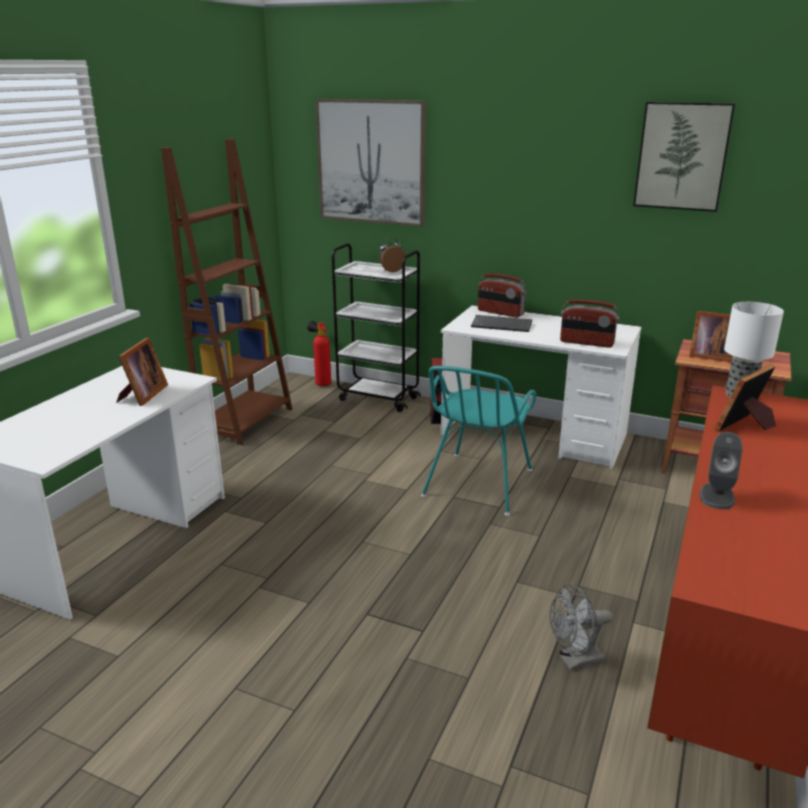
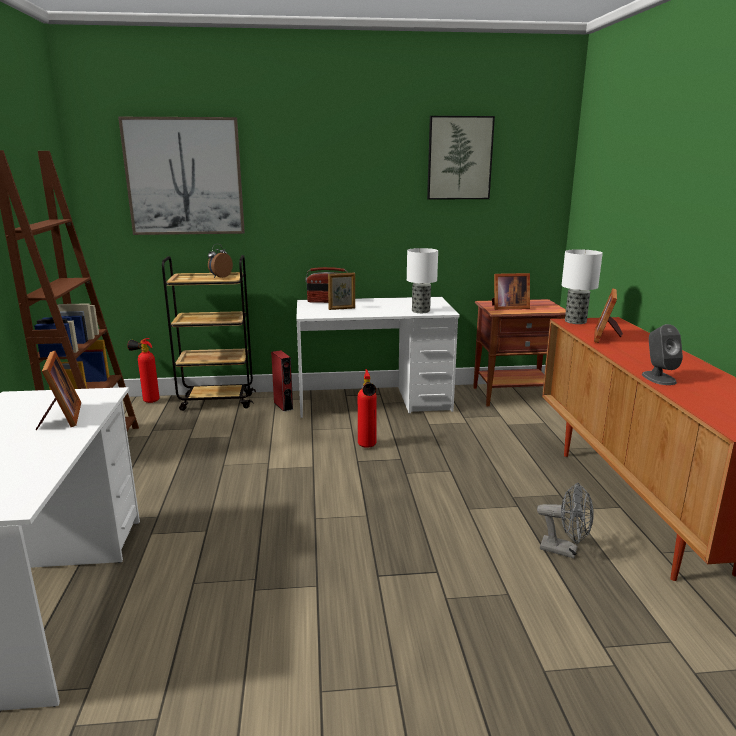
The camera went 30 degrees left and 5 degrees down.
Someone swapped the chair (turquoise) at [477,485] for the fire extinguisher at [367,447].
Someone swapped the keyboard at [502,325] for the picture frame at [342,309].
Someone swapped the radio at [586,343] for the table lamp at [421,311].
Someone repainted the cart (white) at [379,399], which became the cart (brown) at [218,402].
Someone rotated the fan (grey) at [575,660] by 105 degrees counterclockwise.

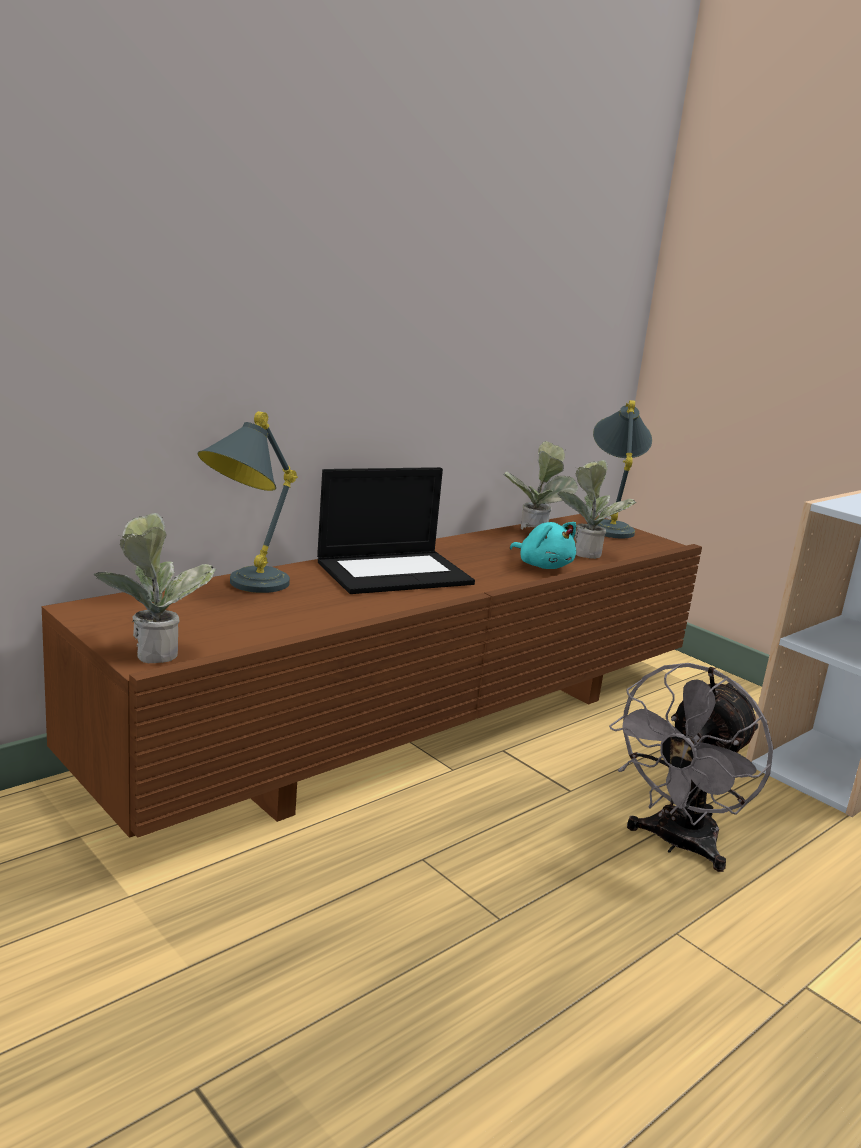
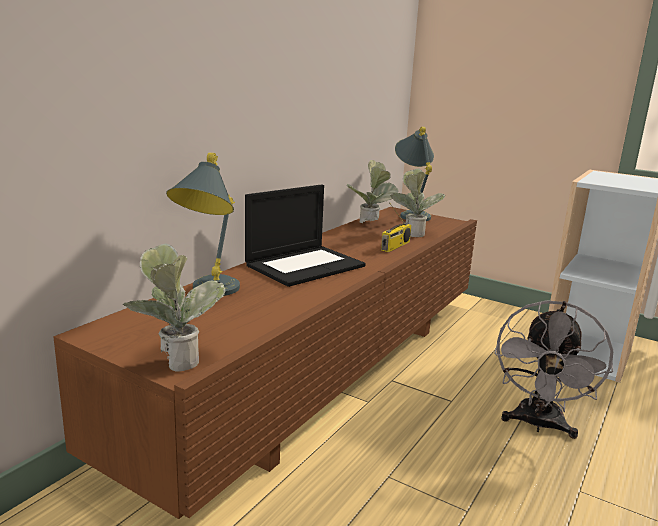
The camera went 15 degrees left and 0 degrees up.
Someone swapped the plush toy (turquoise) at [543,566] for the radio at [395,246].

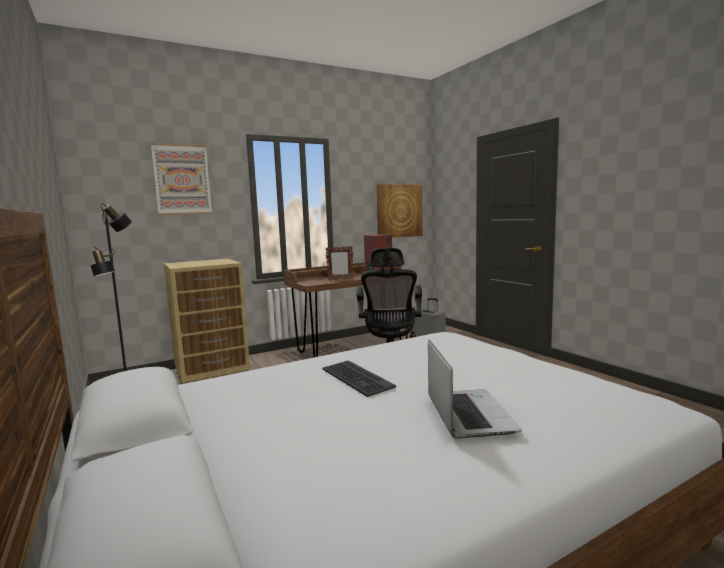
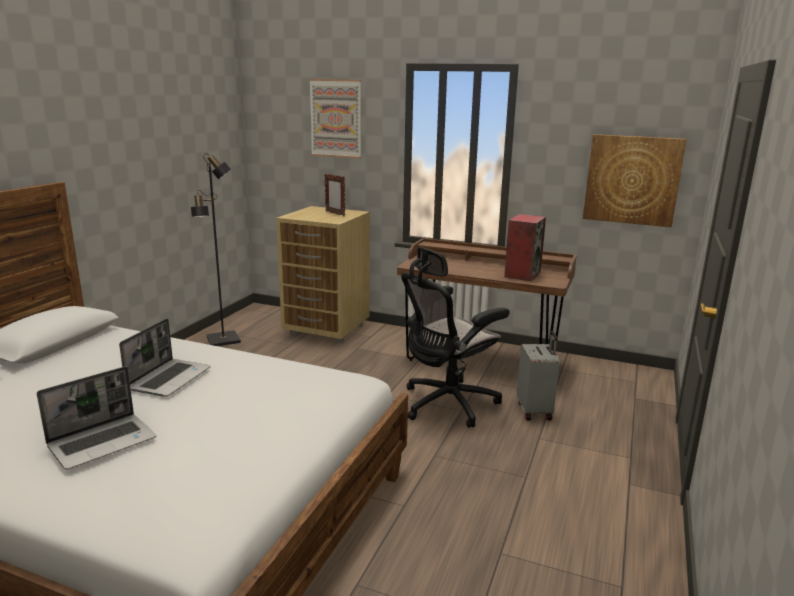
The camera went 50 degrees right and 10 degrees up.
Someone carried the picture frame from [340,279] to [335,214].
Someone swapped the keyboard at [356,378] for the laptop at [169,378].

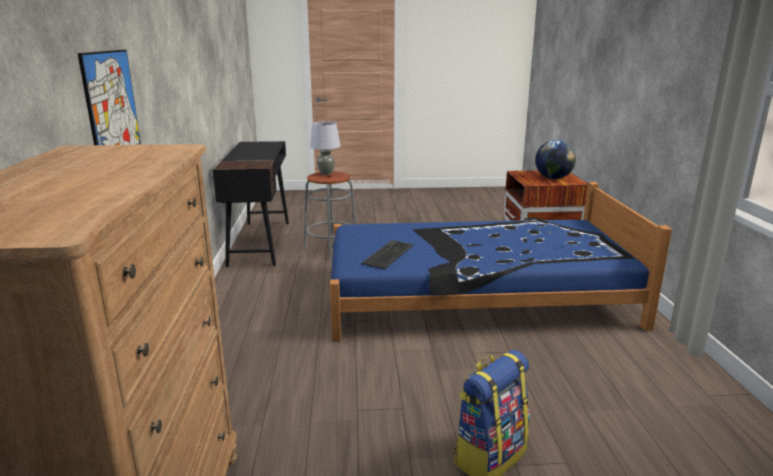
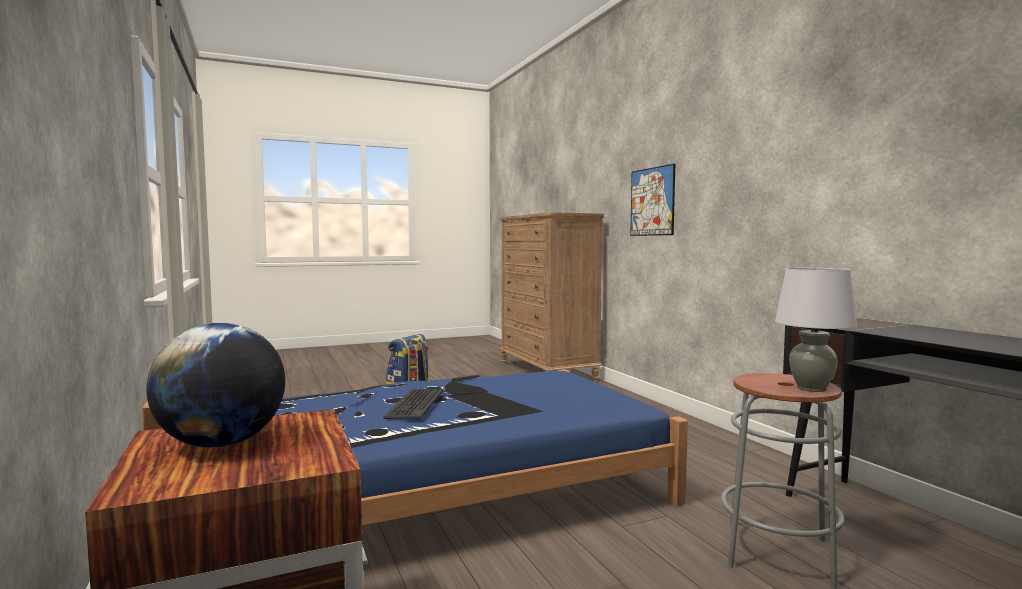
The camera went 160 degrees right and 15 degrees down.
Someone carried the keyboard from [389,255] to [414,404].

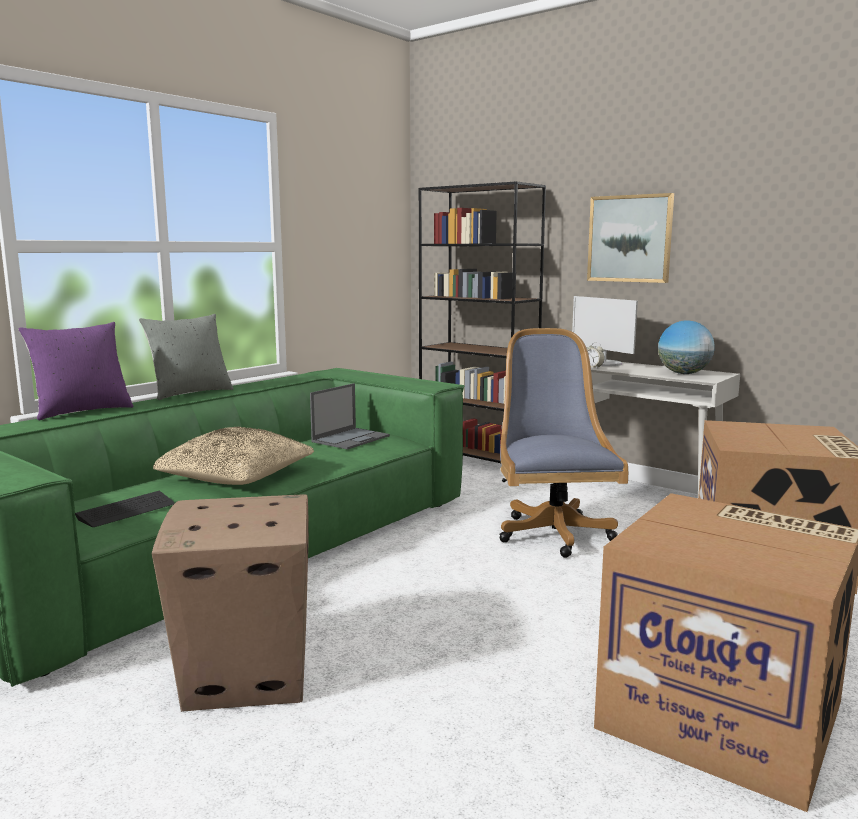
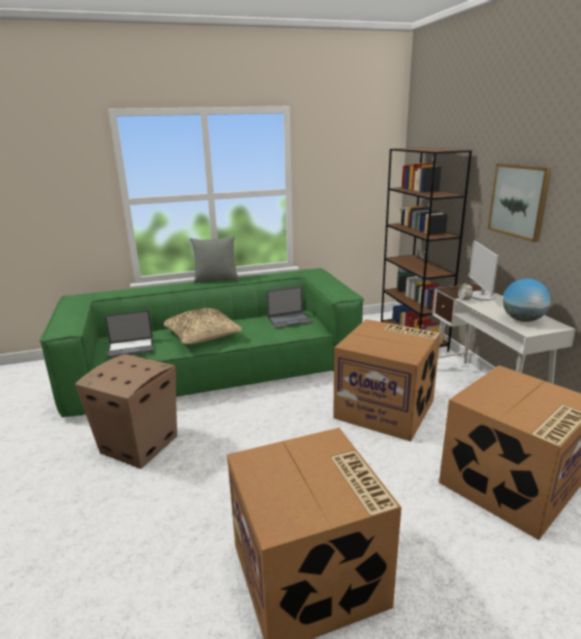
The camera went 35 degrees right and 10 degrees up.
Someone took away the pillow (purple) at [82,411].
Someone swapped the keyboard at [126,511] for the laptop at [131,347].
Someone swapped the office chair (blue) at [552,531] for the cardboard box at [386,409].

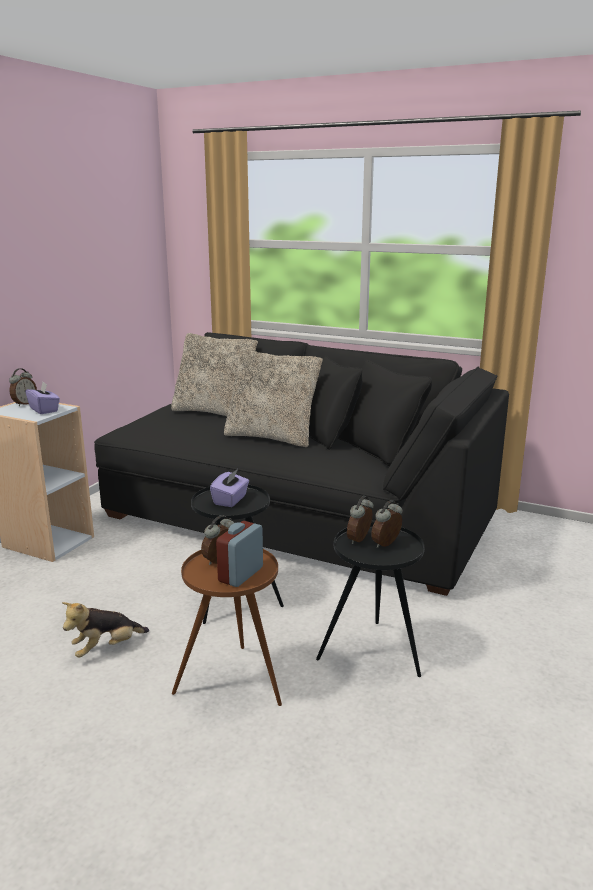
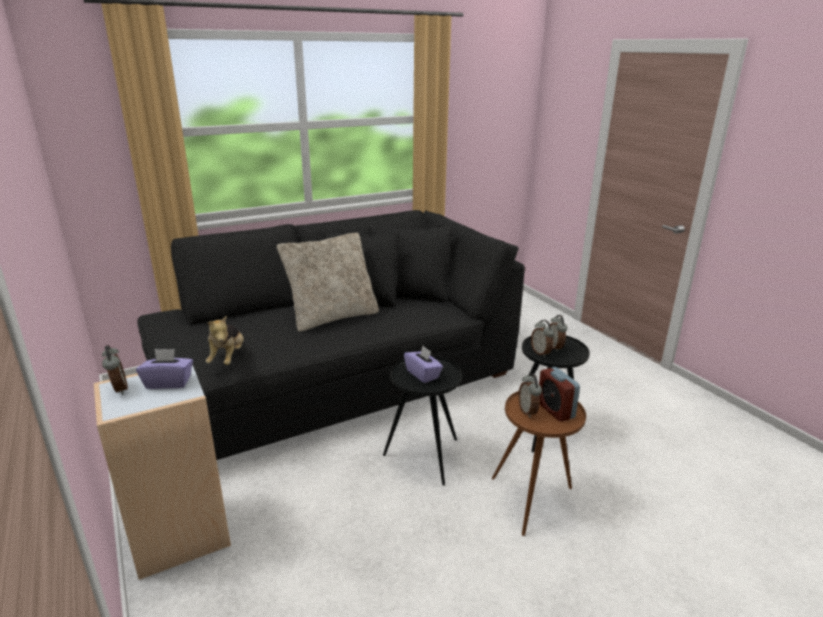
The camera went 55 degrees left and 5 degrees up.
Someone took away the pillow (beige) at [214,410].
Someone carried the plush toy from [106,648] to [228,358].

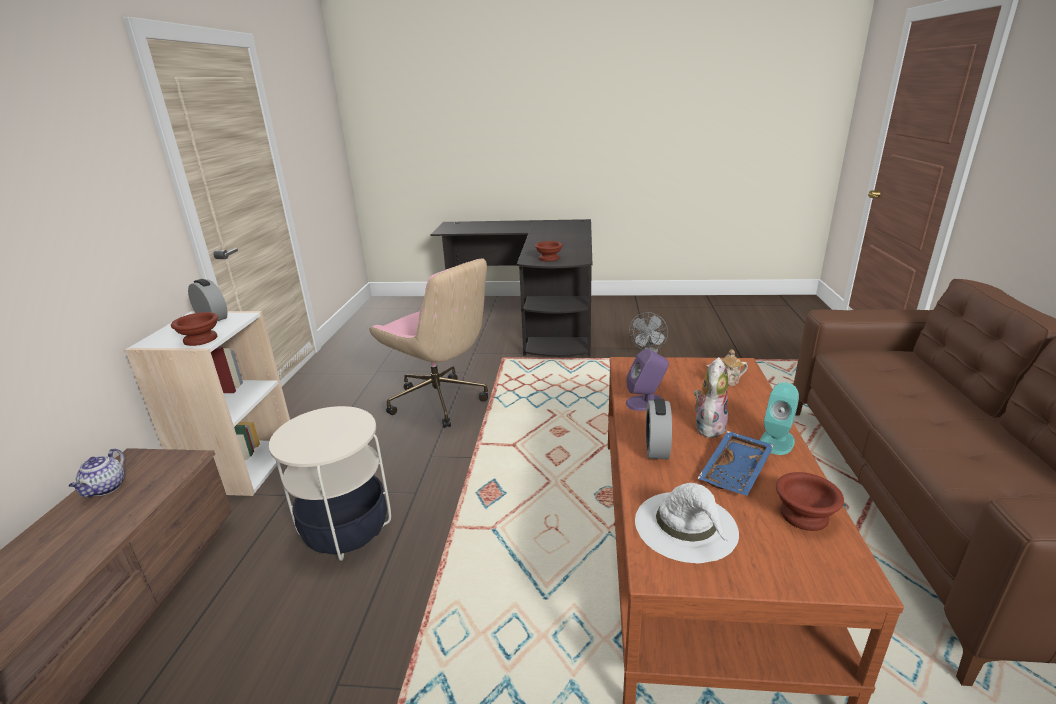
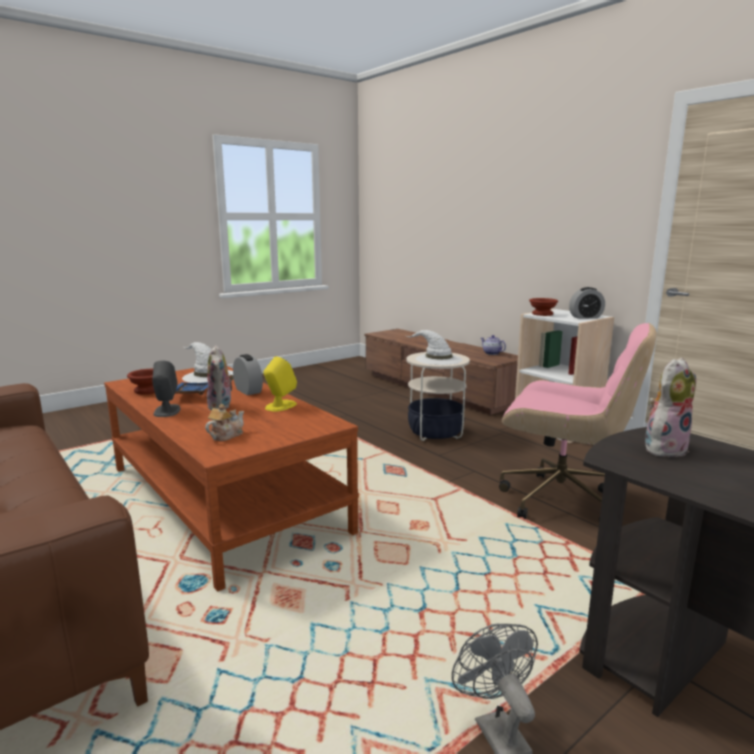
The camera went 135 degrees right and 10 degrees down.
Someone put down the hat (white) at [438,359].
Someone swapped the bowl (brown) at [549,258] for the plush toy at [664,448].
Someone repainted the speaker (purple) at [645,403], which became the speaker (yellow) at [280,406].
Someone repainted the speaker (turquoise) at [777,441], which became the speaker (grey) at [167,411].
Someone rotated the office chair (pink) at [440,404] by 150 degrees counterclockwise.

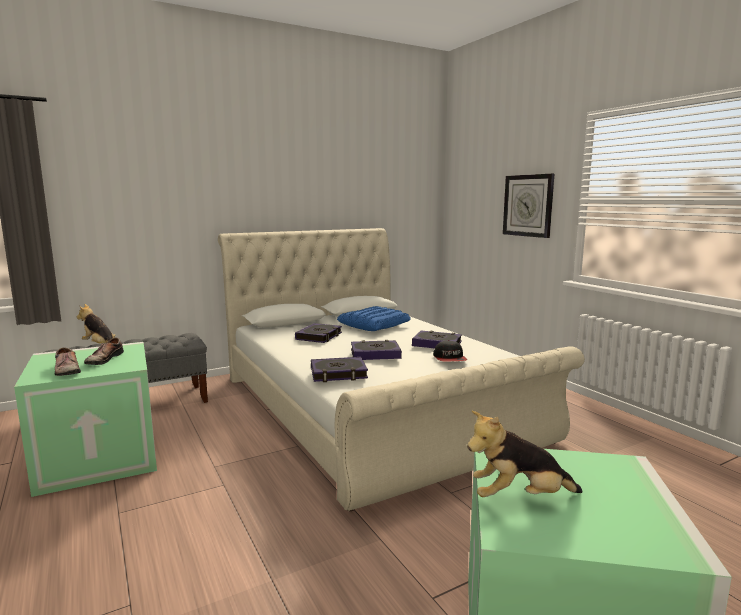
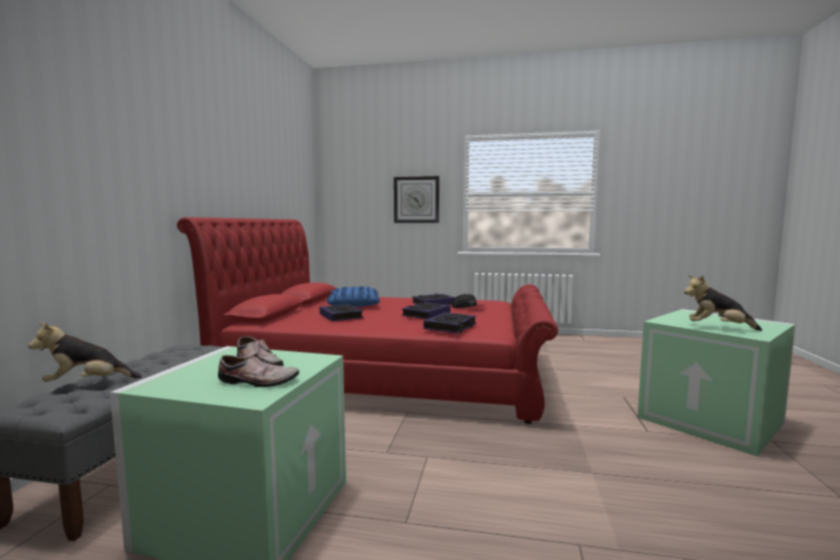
The camera went 50 degrees left and 5 degrees down.
Someone repainted the bed (beige) at [371,406], which became the bed (red) at [387,372].
Someone rotated the plush toy at [519,497] by 75 degrees clockwise.

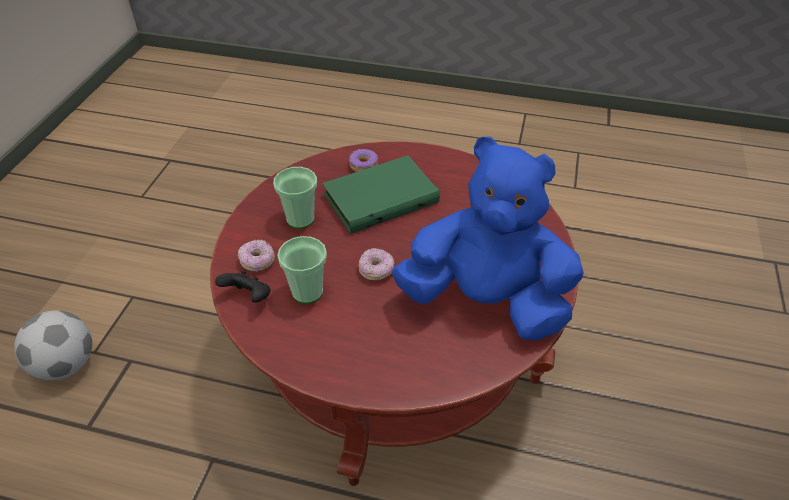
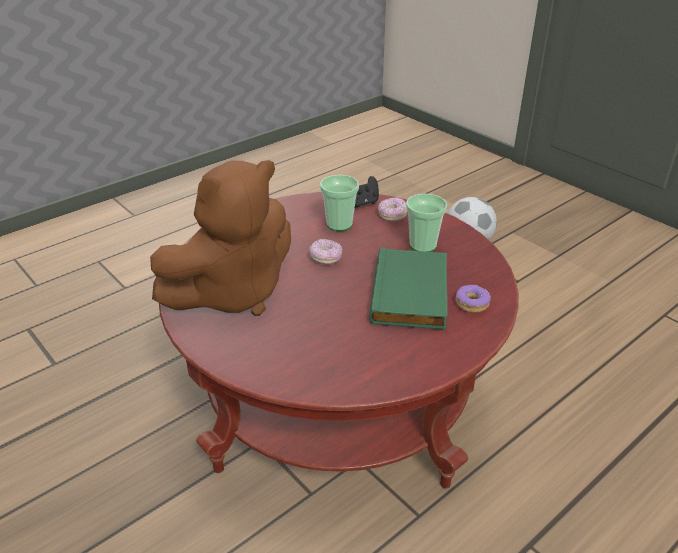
The camera went 125 degrees right and 10 degrees down.
Someone repainted the plush toy (blue) at [486,301], which became the plush toy (brown) at [233,293].

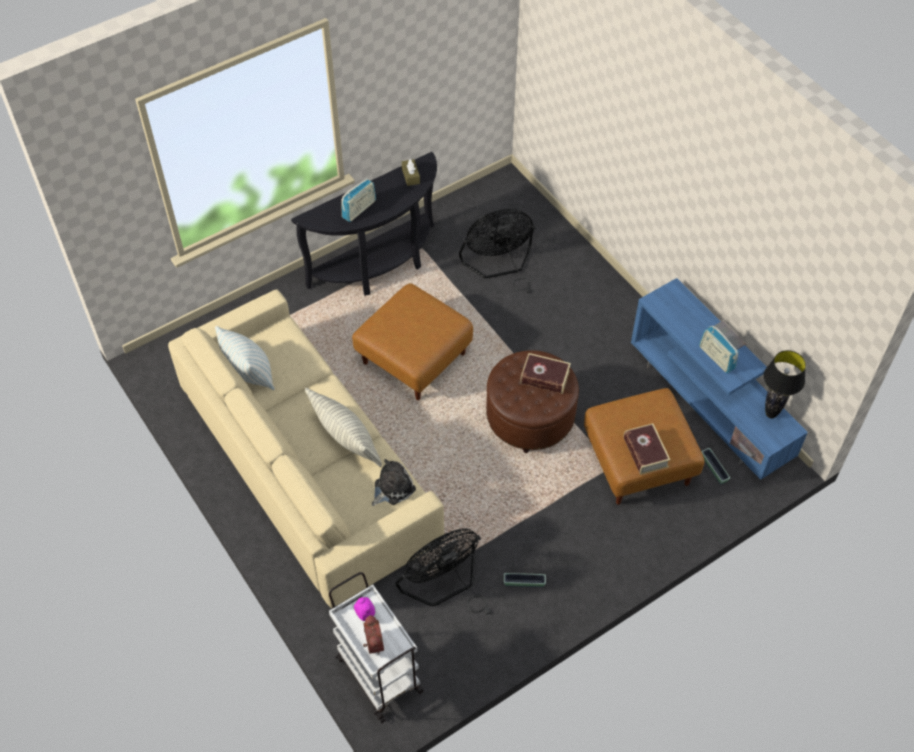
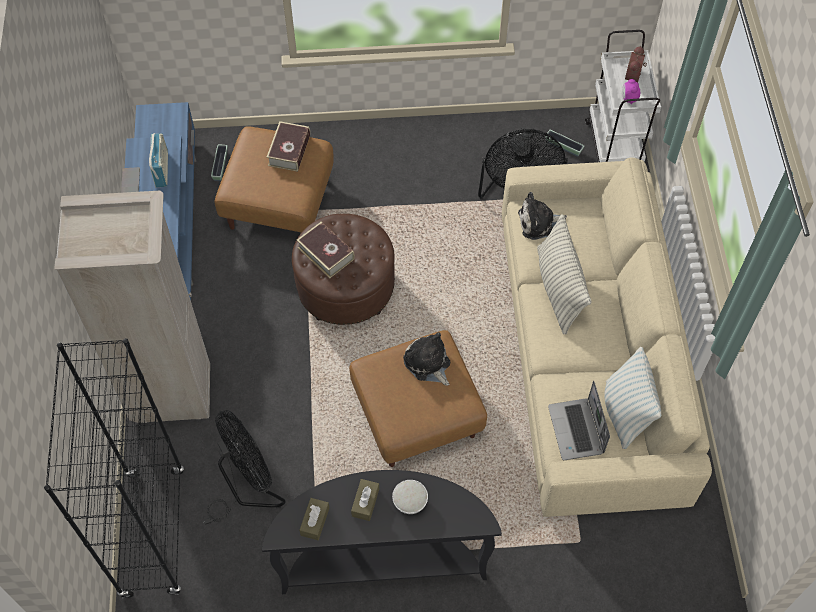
The camera went 150 degrees left and 5 degrees up.
Someone took away the table lamp (black) at [771,414].
Someone put down the bookcase (black) at [153,532].
Someone put down the cabinet (beige) at [171,392].
Someone put down the tissue box (brown) at [365,502].
Someone put down the plush toy at [428,364].
Someone put down the laptop at [577,430].
Someone carried the planter from [524,583] to [563,147].
Someone swapped the radio at [359,209] for the bowl (white) at [409,502].
Someone rotated the fan (black) at [502,267] by 135 degrees counterclockwise.

